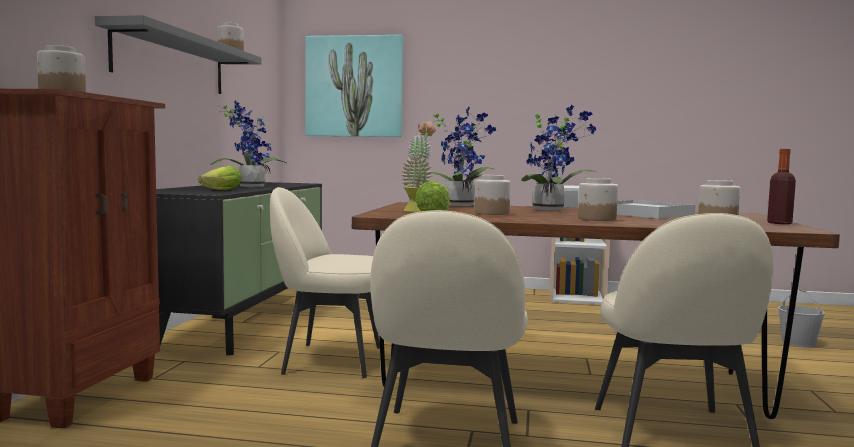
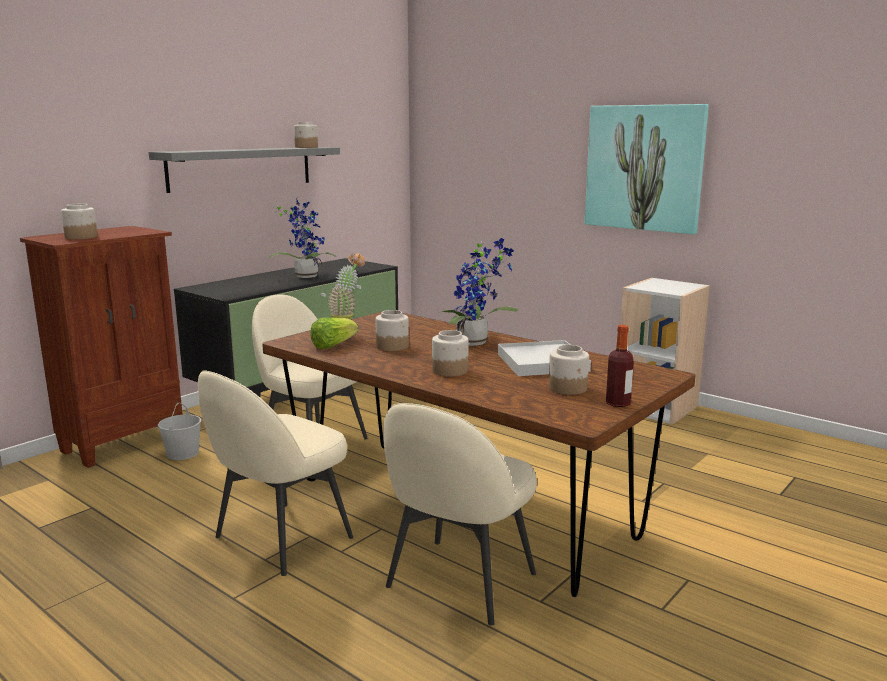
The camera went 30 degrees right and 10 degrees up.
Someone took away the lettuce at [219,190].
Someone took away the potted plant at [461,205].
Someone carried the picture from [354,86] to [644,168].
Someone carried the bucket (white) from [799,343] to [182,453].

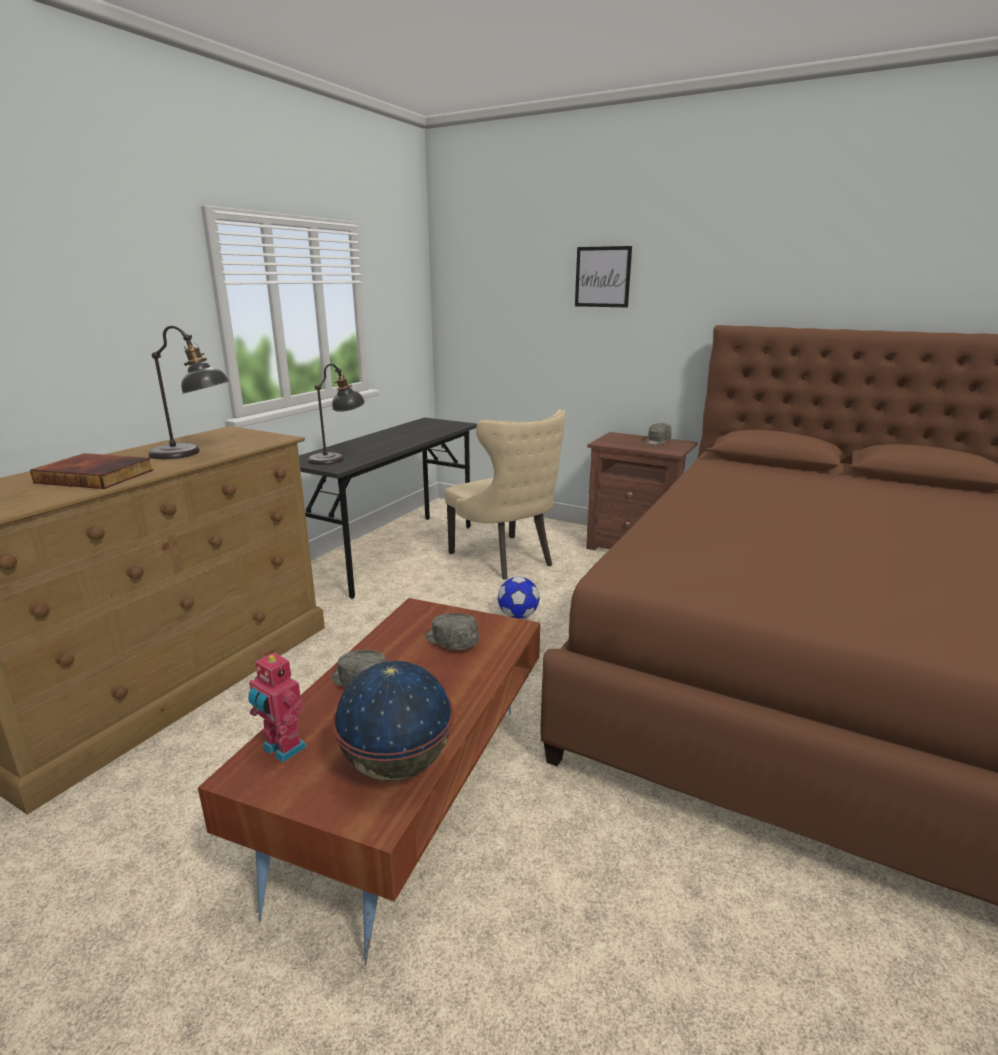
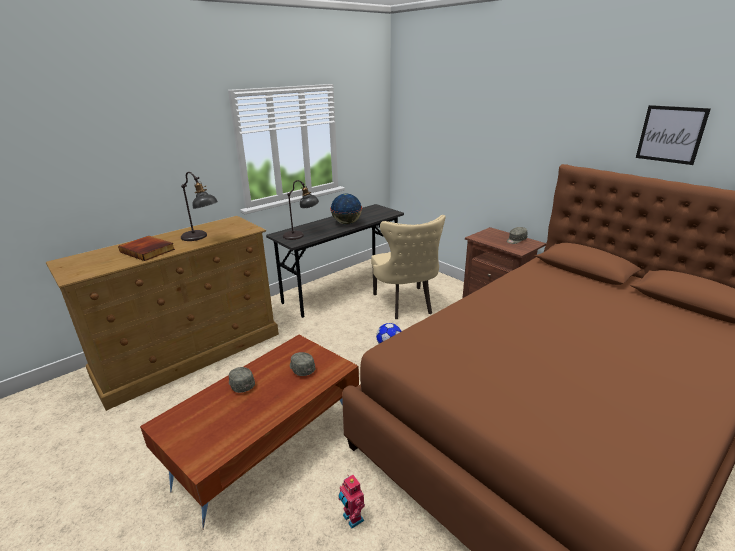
The camera went 20 degrees right and 5 degrees up.
Someone carried the toy robot from [282,749] to [352,519].
Someone carried the globe from [397,764] to [346,223].
Someone carried the picture from [602,277] to [671,134].

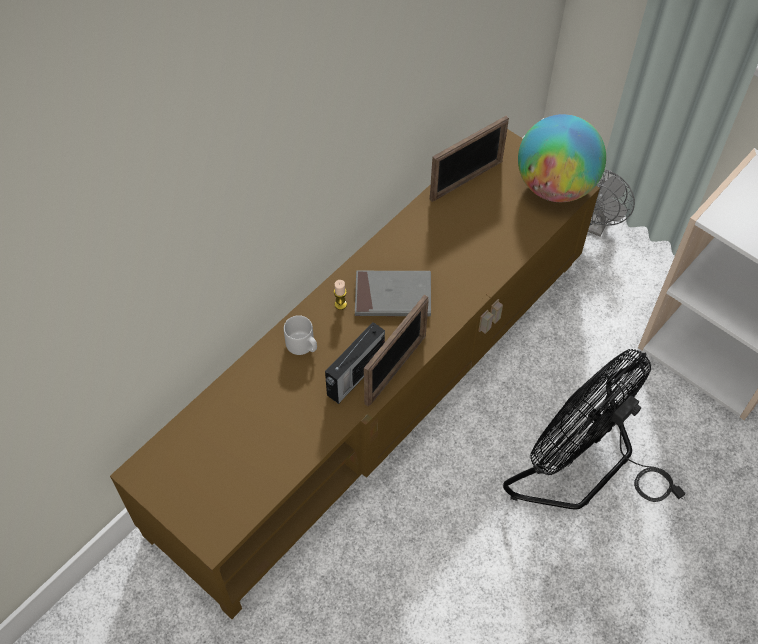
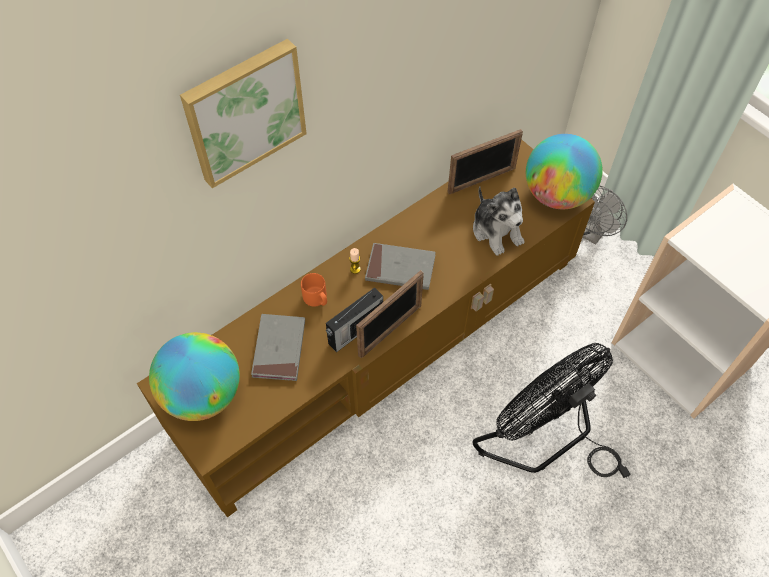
The camera went 10 degrees right and 0 degrees up.
Someone put down the globe at [203,394].
Someone put up the picture at [244,111].
Someone put down the book (grey) at [279,349].
Someone put down the plush toy at [496,231].
Someone repainted the mug (grey) at [302,345], which became the mug (orange) at [316,299].

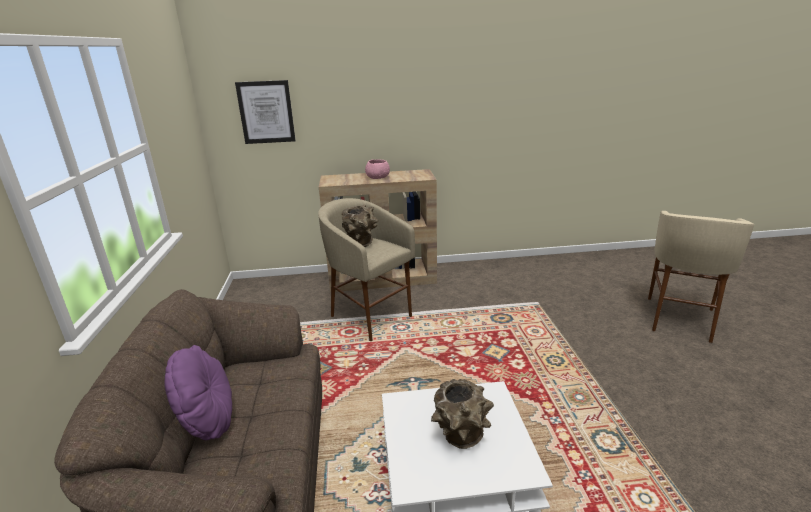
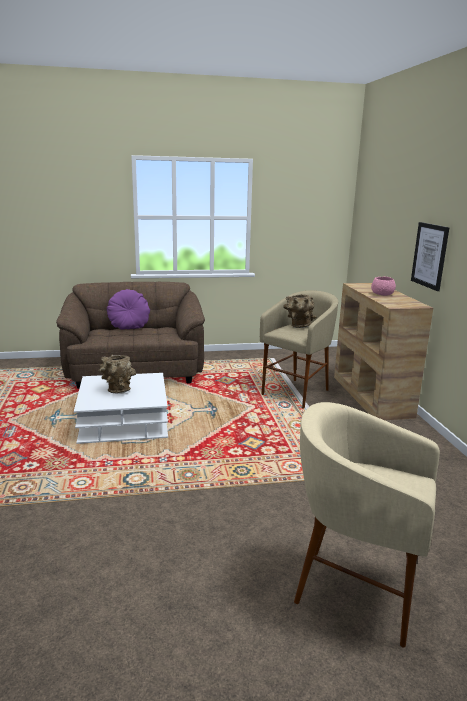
The camera went 85 degrees right and 5 degrees down.
Someone carried the picture from [266,112] to [430,255].

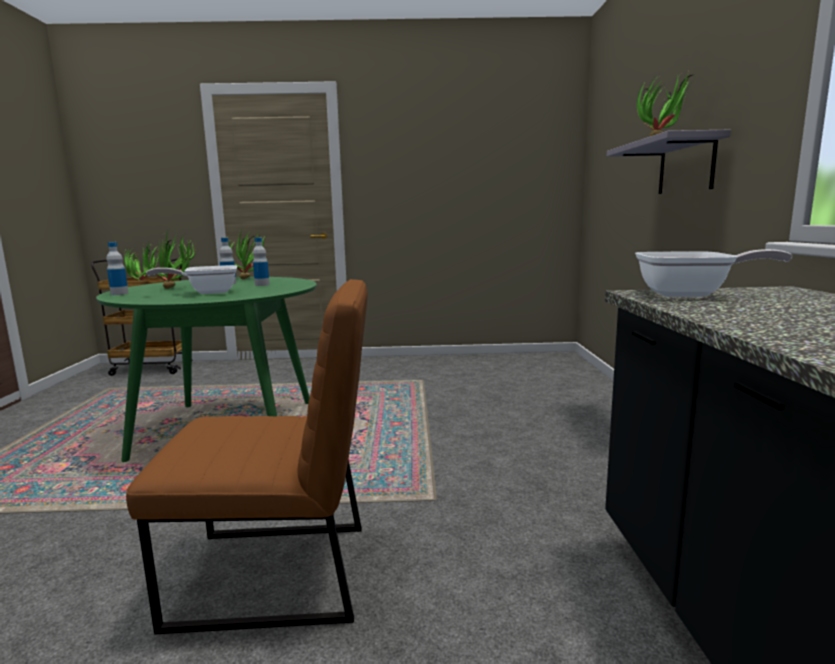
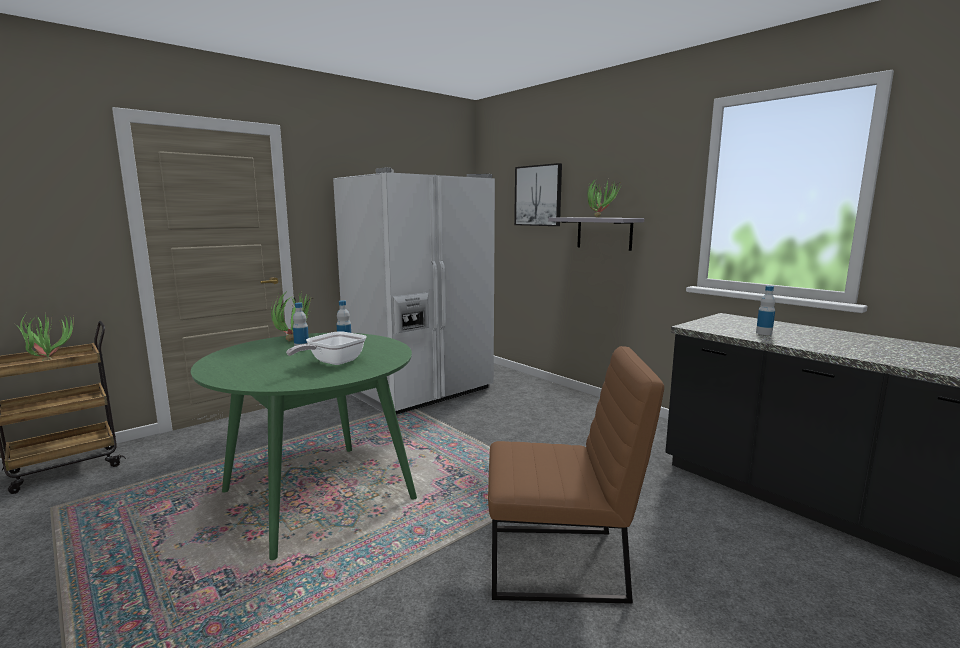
The camera went 40 degrees left and 0 degrees up.
Someone took away the potted plant at [175,288].
Someone took away the frying pan at [691,295].
Someone put down the fridge (white) at [420,390].
Someone put up the picture at [538,195].
Someone carried the bottle from [119,294] to [764,333].
Someone rotated the chair (brown) at [279,574] by 45 degrees clockwise.

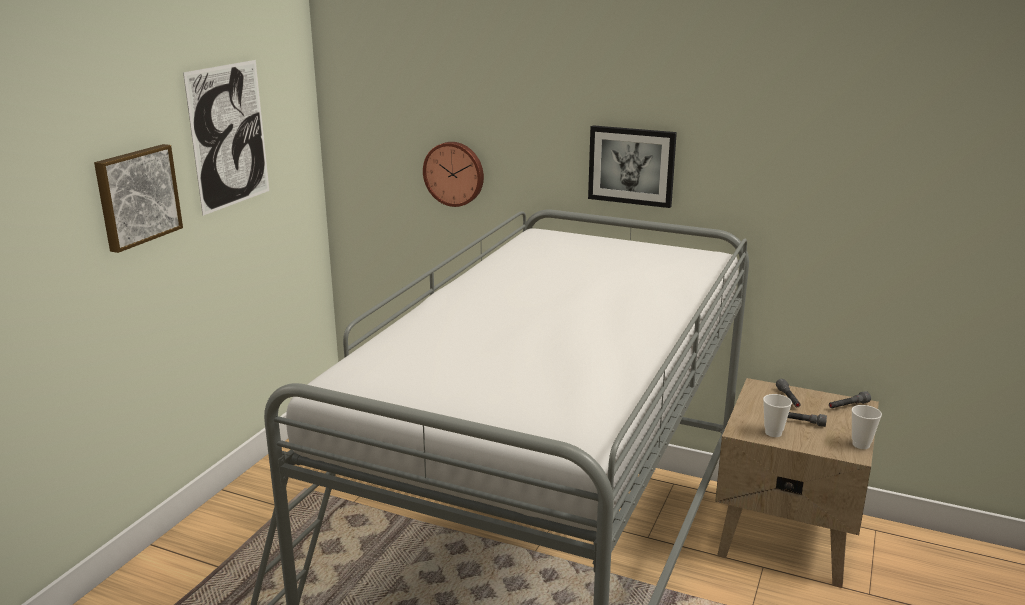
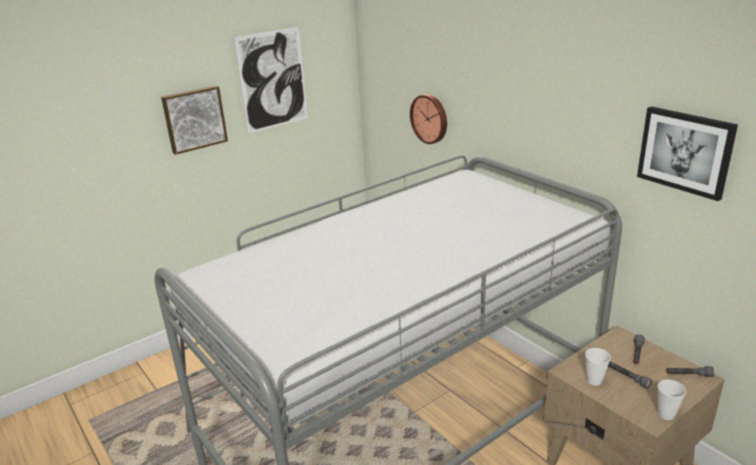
The camera went 30 degrees right and 5 degrees up.
Someone carried the picture from [632,165] to [685,151].

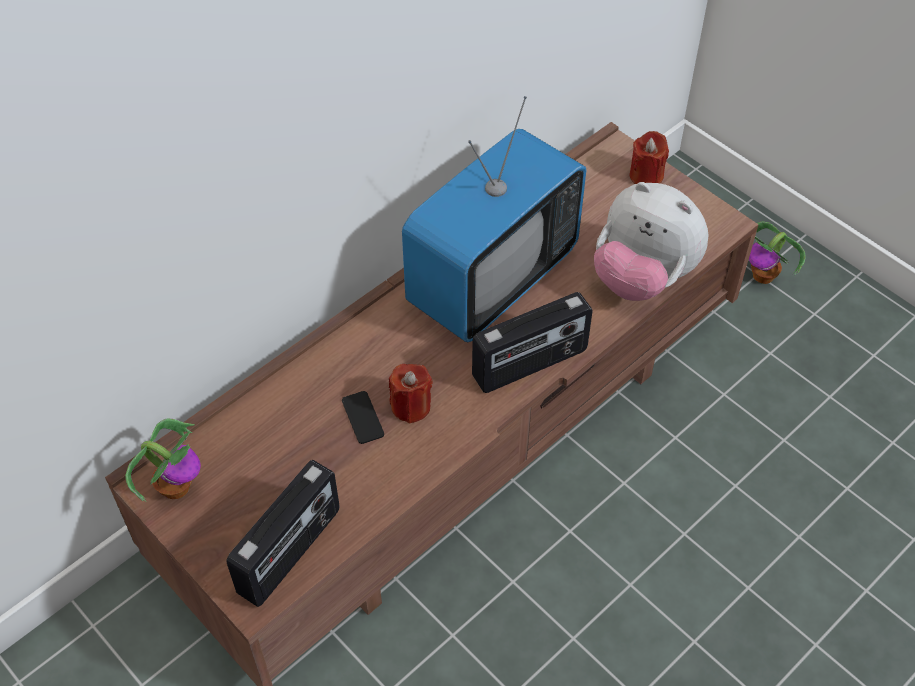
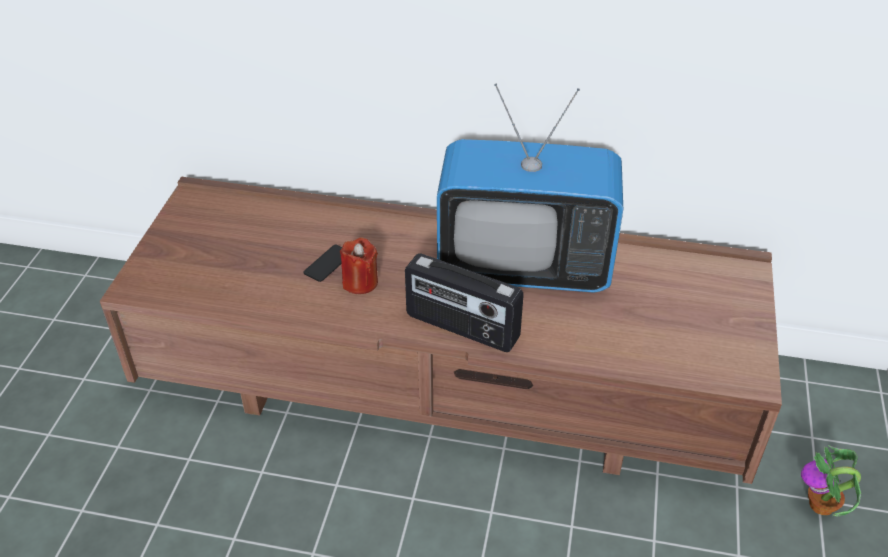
The camera went 55 degrees right and 10 degrees down.
Someone took away the potted plant at [176,486].
Someone took away the radio at [291,552].
Someone took away the plush toy at [642,278].
Someone took away the candle (red) at [646,176].

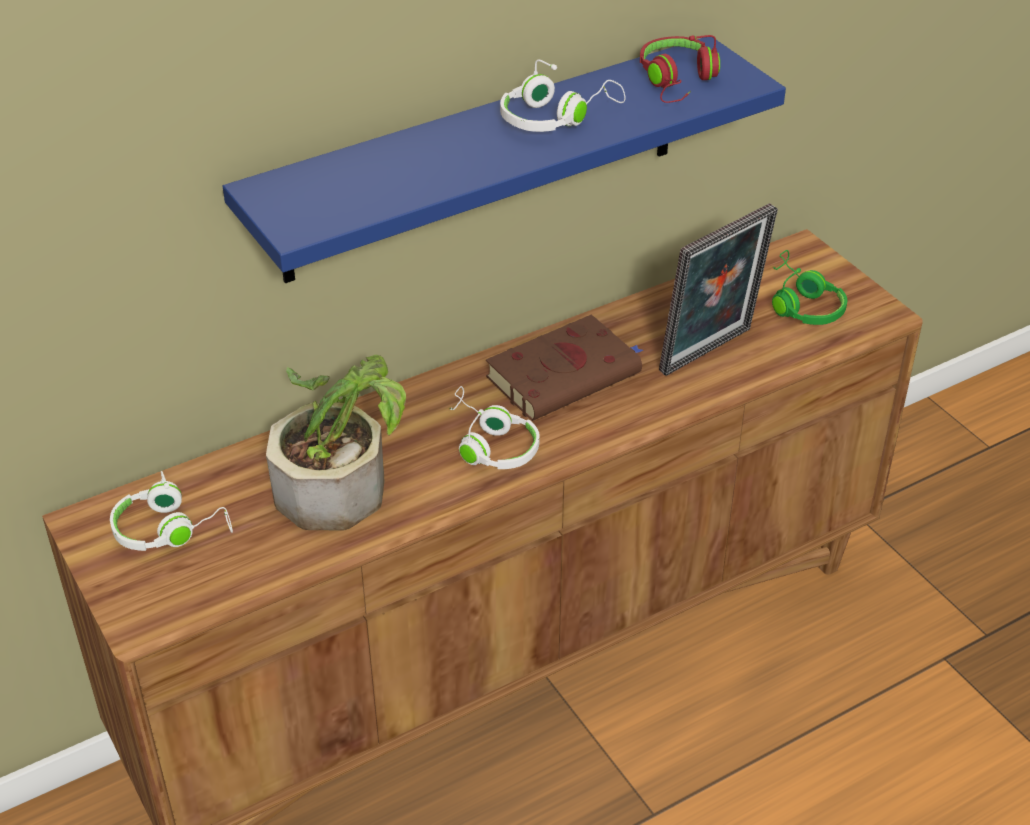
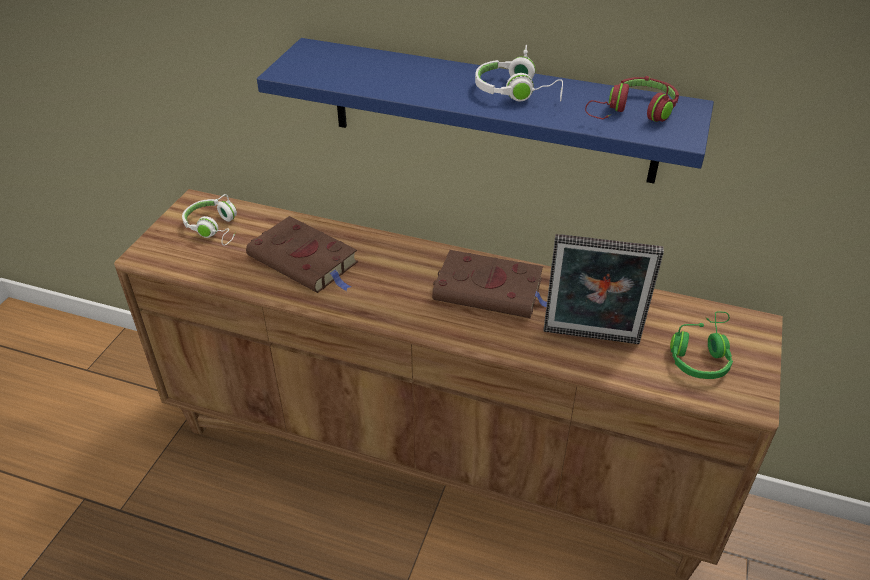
The camera went 50 degrees right and 0 degrees up.
Someone took away the headphones (white) at [490,444].
Someone swapped the potted plant at [342,482] for the book (brown) at [306,261].

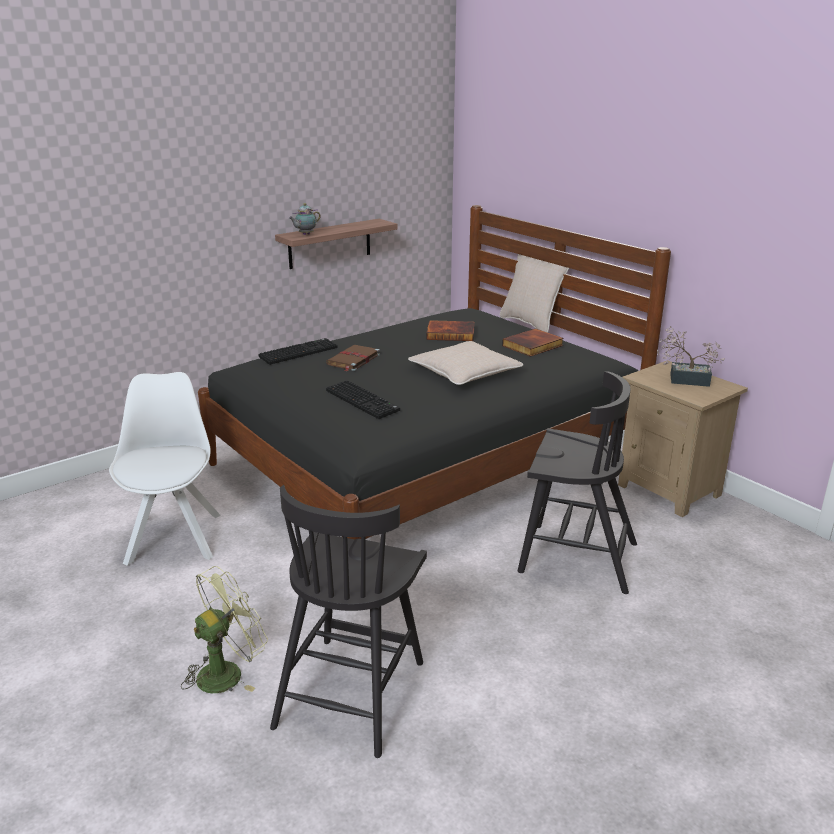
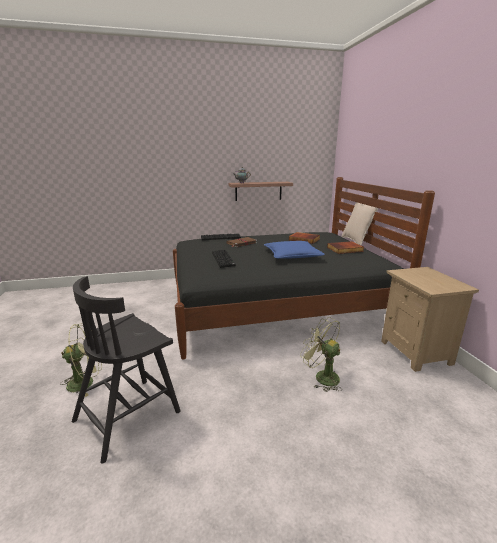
The camera went 25 degrees right and 5 degrees down.
Someone took away the chair (white) at [175,537].
Someone took away the potted plant at [684,379].
Someone swapped the chair (black) at [575,557] for the fan (green) at [321,376].
Someone repainted the pillow (beige) at [465,371], which became the pillow (blue) at [292,255].

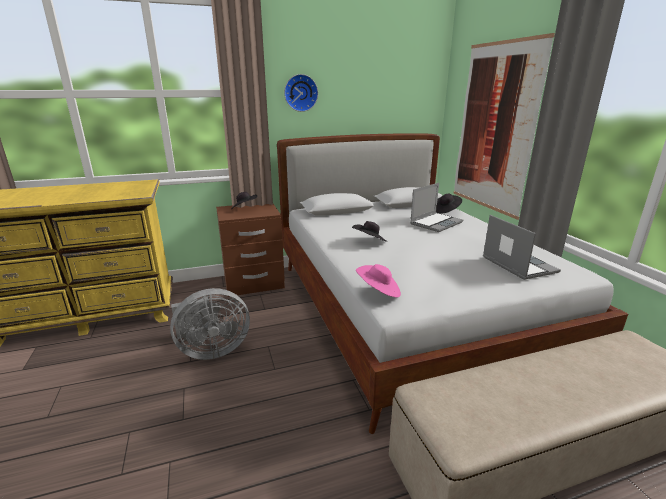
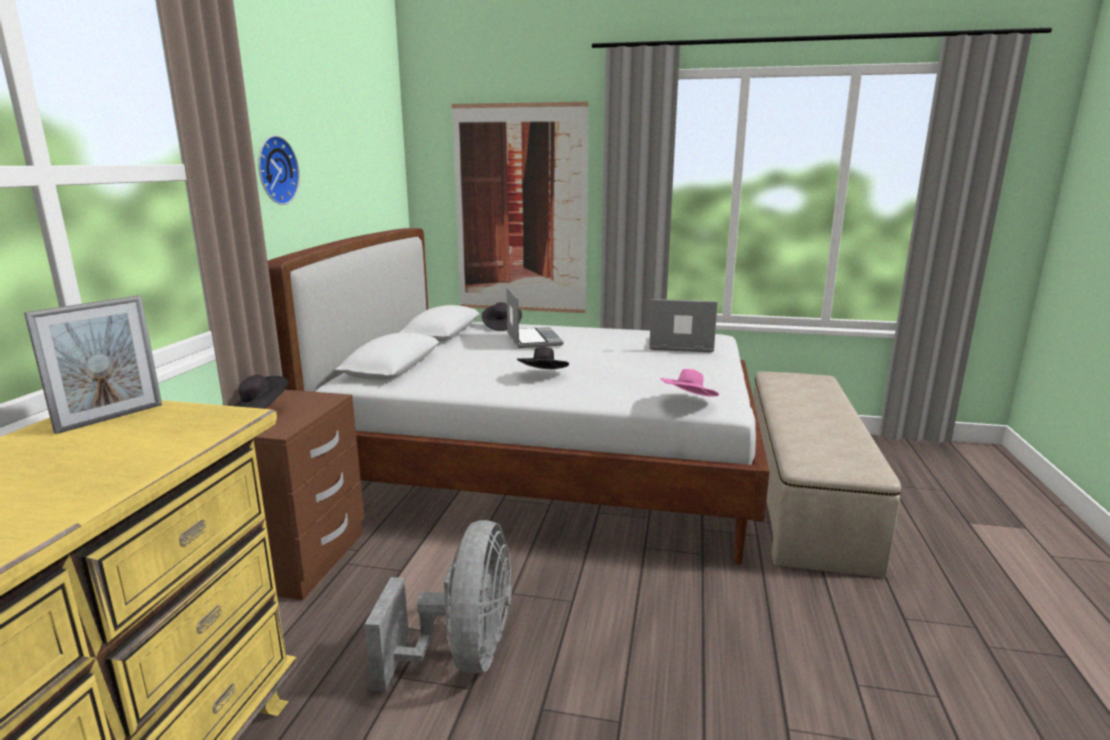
The camera went 60 degrees left and 5 degrees down.
Someone put down the picture frame at [111,418].

